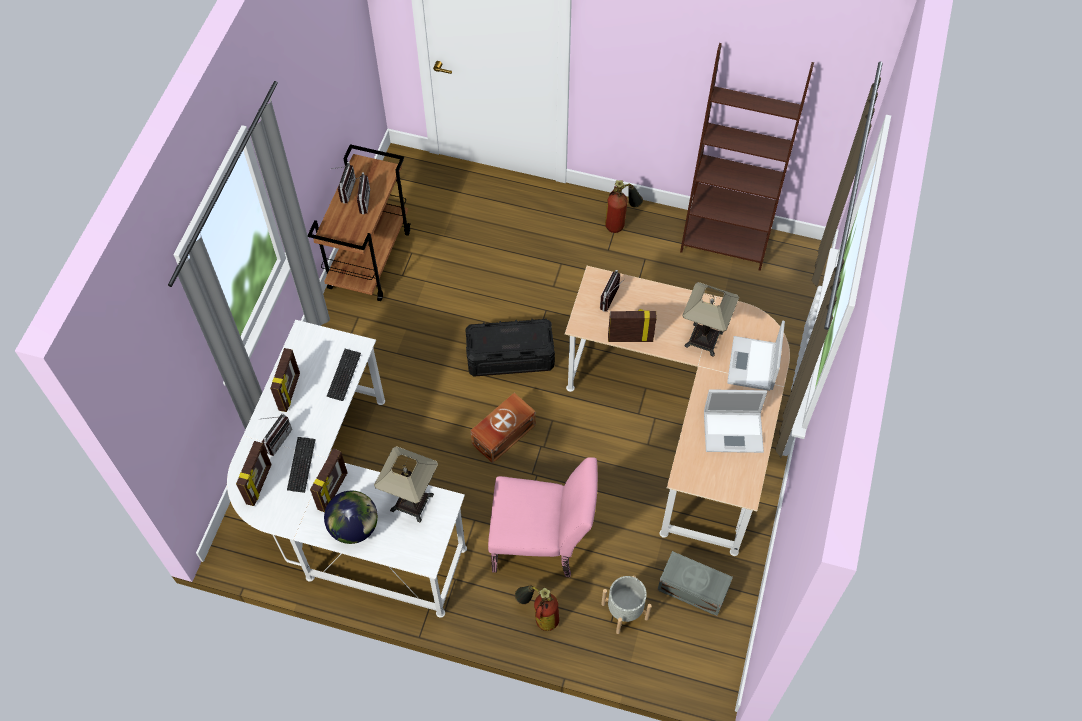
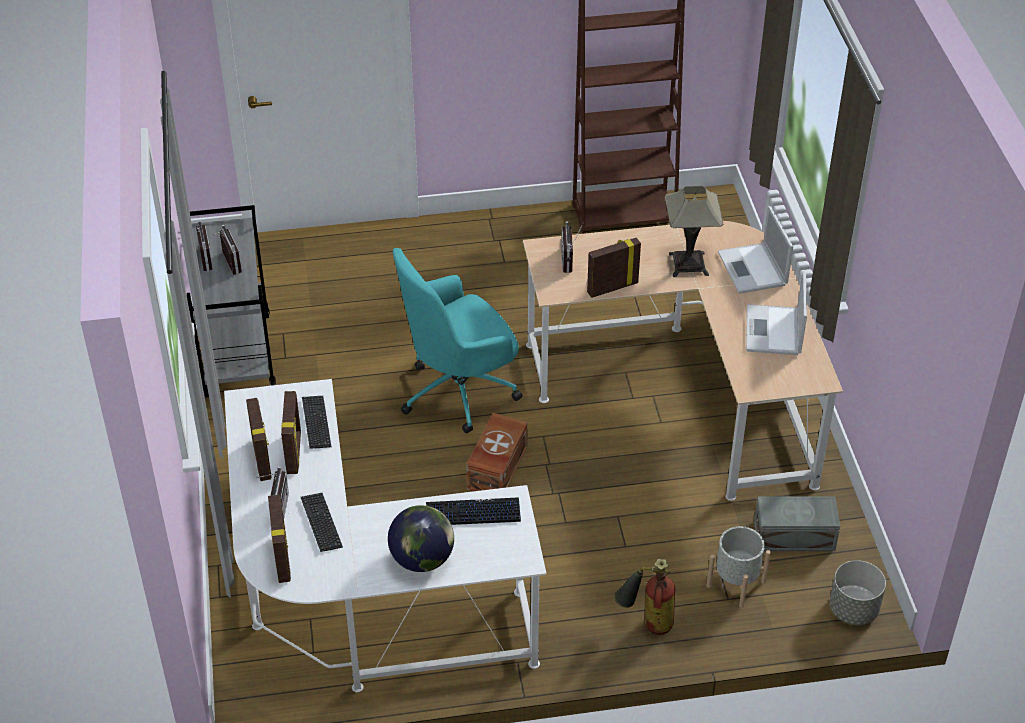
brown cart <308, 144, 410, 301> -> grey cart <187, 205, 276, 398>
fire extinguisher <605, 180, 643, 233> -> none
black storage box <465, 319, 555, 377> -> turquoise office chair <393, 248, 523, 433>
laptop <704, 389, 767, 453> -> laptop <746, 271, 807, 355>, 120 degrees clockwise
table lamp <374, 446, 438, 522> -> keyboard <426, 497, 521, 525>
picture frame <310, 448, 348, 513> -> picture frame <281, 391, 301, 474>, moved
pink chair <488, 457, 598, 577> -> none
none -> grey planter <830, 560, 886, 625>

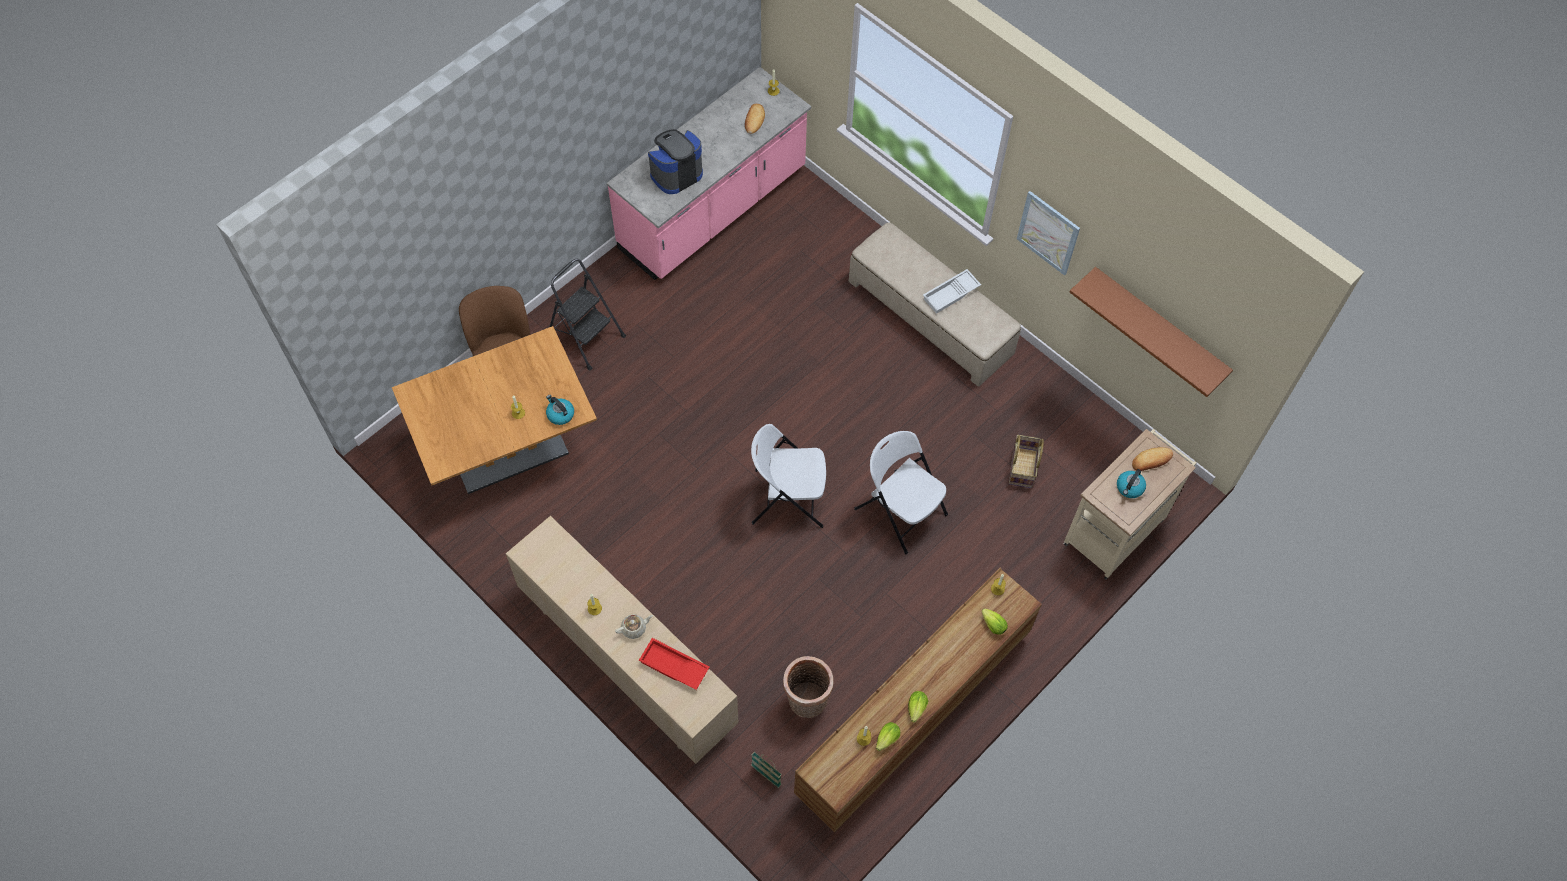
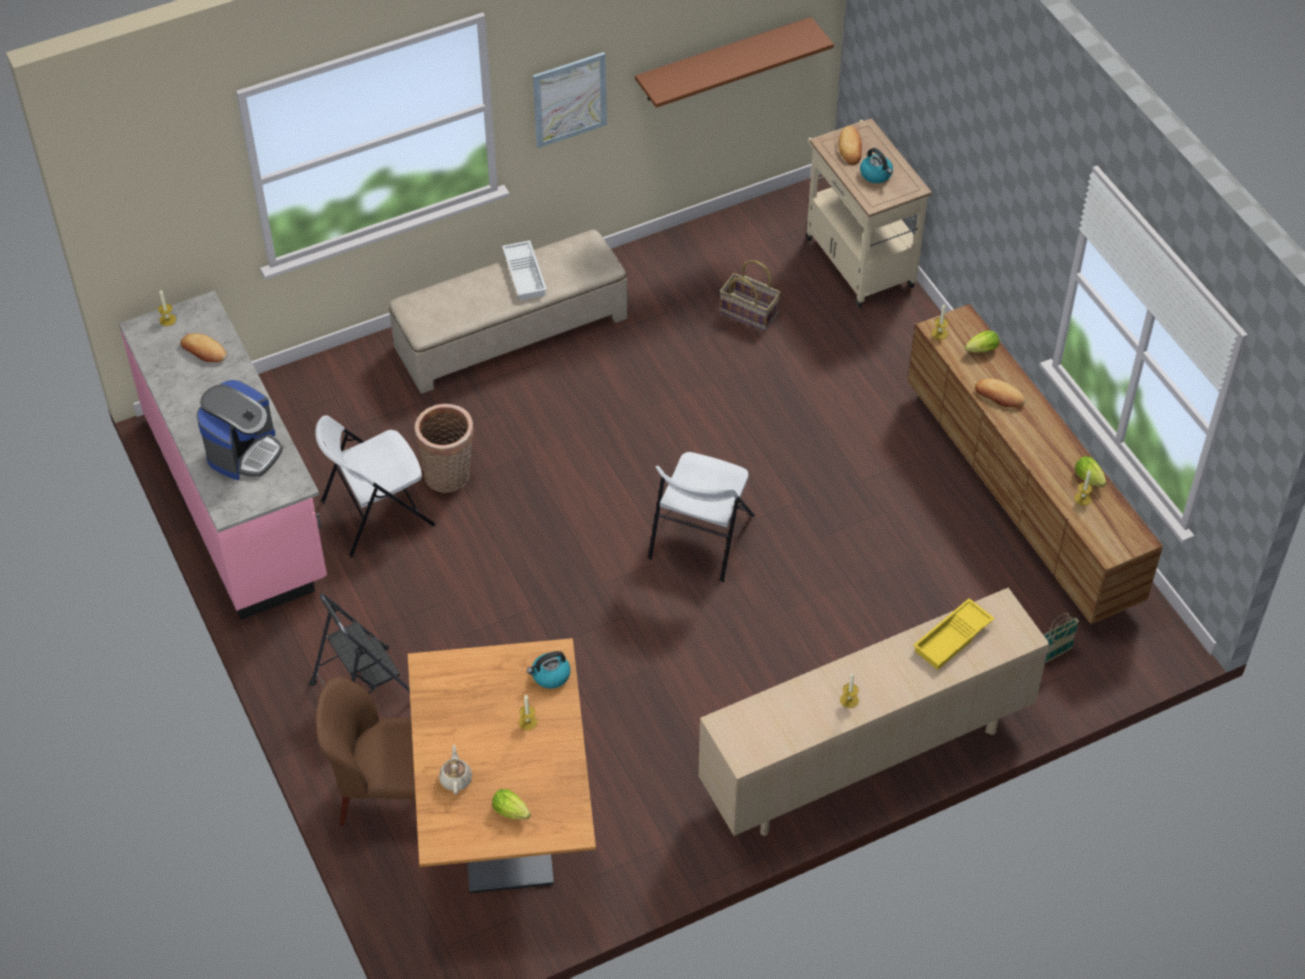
coffee machine <648, 129, 703, 194> -> coffee machine <197, 380, 283, 480>, 135 degrees counterclockwise
white chair <854, 431, 948, 555> -> white chair <315, 415, 435, 558>, moved
beige teapot <615, 614, 653, 639> -> beige teapot <439, 745, 472, 795>, moved
red tray <639, 638, 709, 690> -> yellow tray <913, 598, 995, 670>
basket <783, 656, 834, 718> -> basket <415, 404, 474, 493>, moved
lettuce <908, 691, 928, 723> -> lettuce <492, 789, 531, 819>, moved
none -> bread <975, 378, 1026, 407>

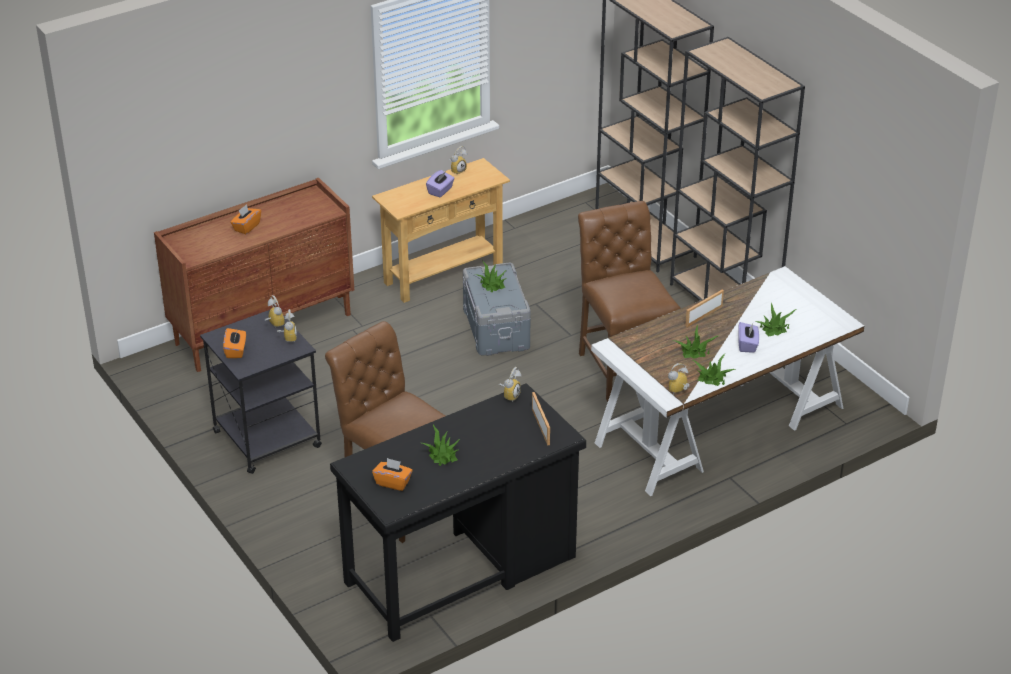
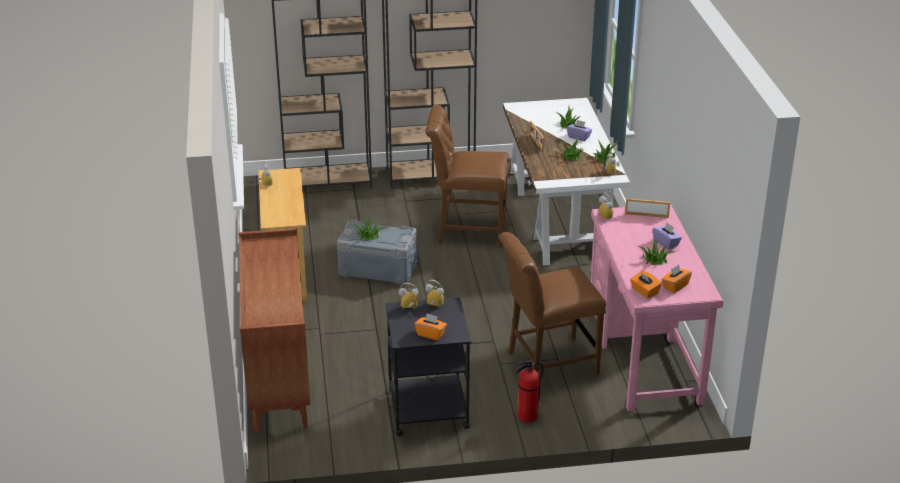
purple tissue box <426, 170, 455, 197> -> purple tissue box <653, 223, 682, 249>, moved
orange tissue box <230, 204, 261, 234> -> orange tissue box <630, 270, 662, 298>, moved
black desk <330, 383, 586, 642> -> pink desk <590, 204, 723, 412>
none -> fire extinguisher <516, 360, 544, 422>

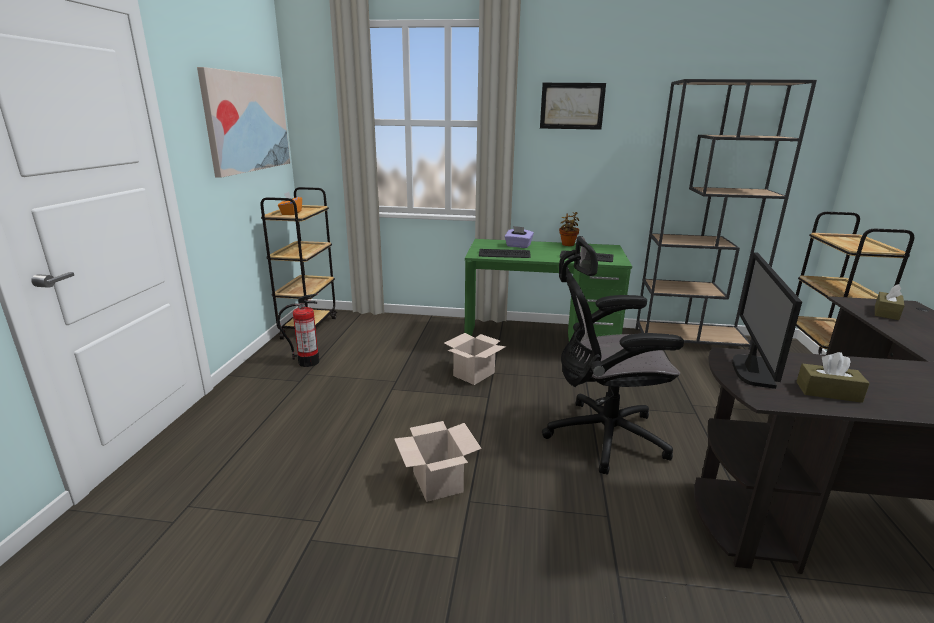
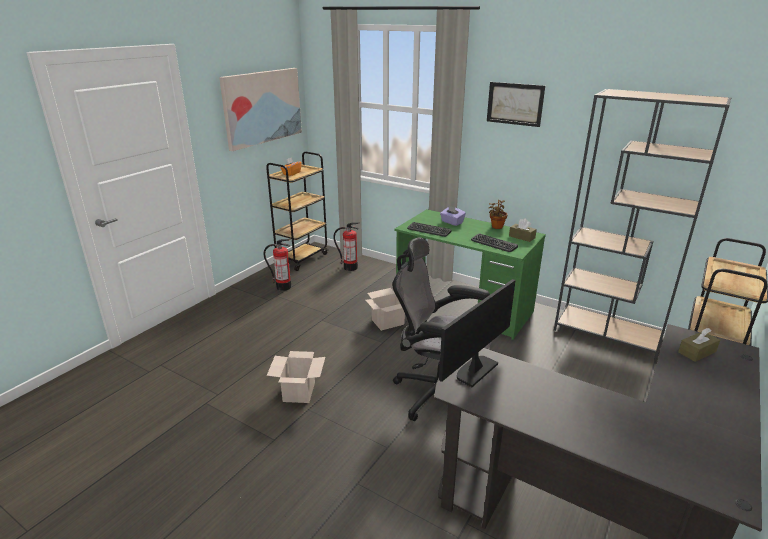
brown tissue box <797, 352, 870, 403> -> brown tissue box <509, 218, 537, 242>, moved
none -> fire extinguisher <333, 222, 360, 271>

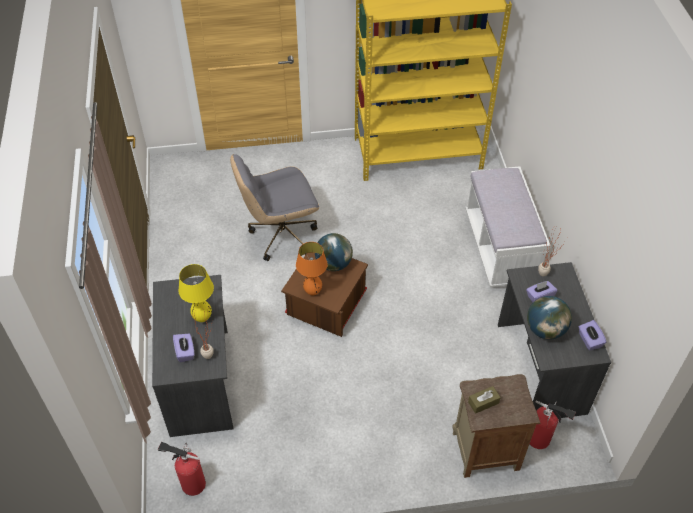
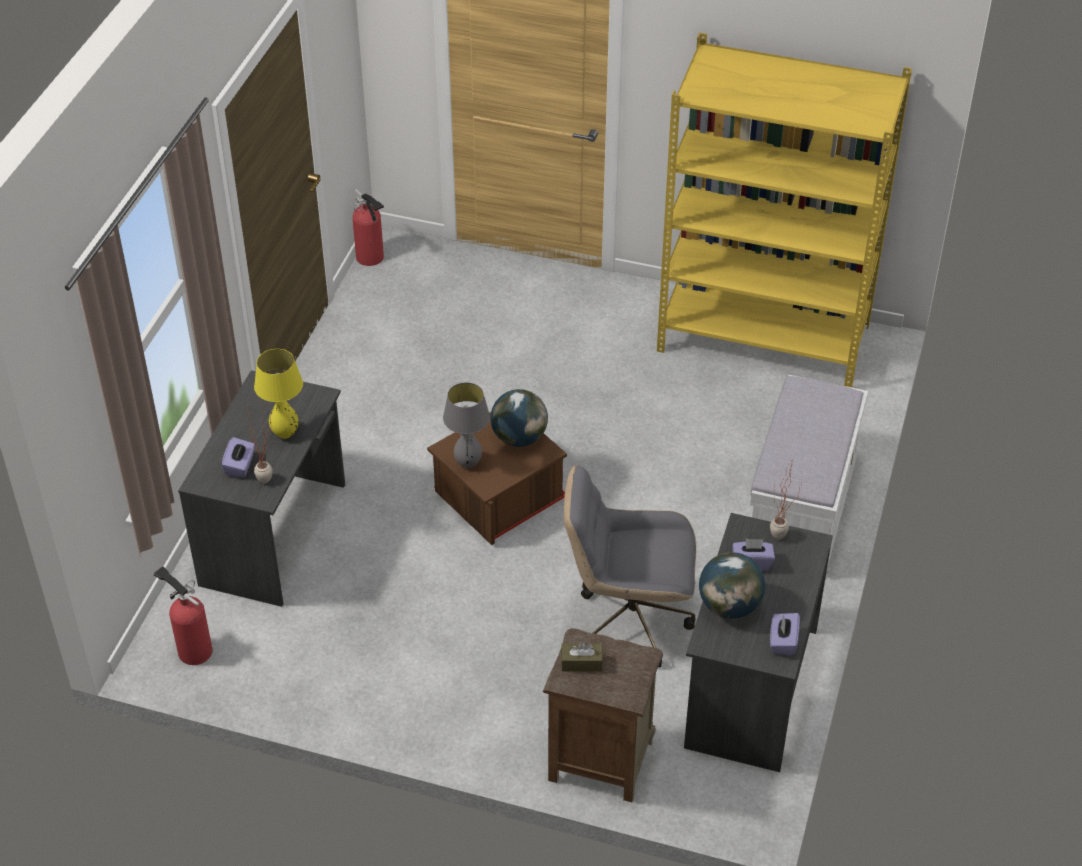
grey office chair <230, 154, 319, 261> -> grey office chair <564, 465, 697, 667>, moved
orange table lamp <296, 242, 328, 296> -> grey table lamp <443, 382, 490, 468>
fire extinguisher <530, 400, 576, 449> -> fire extinguisher <352, 189, 384, 266>, moved

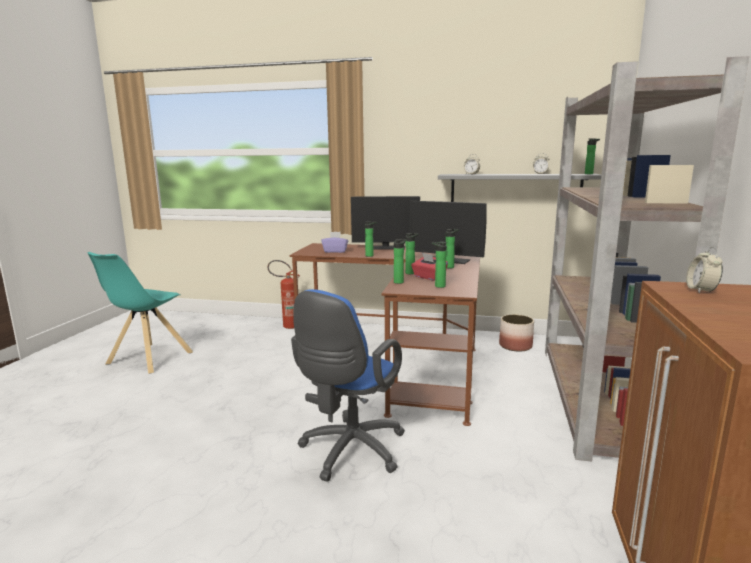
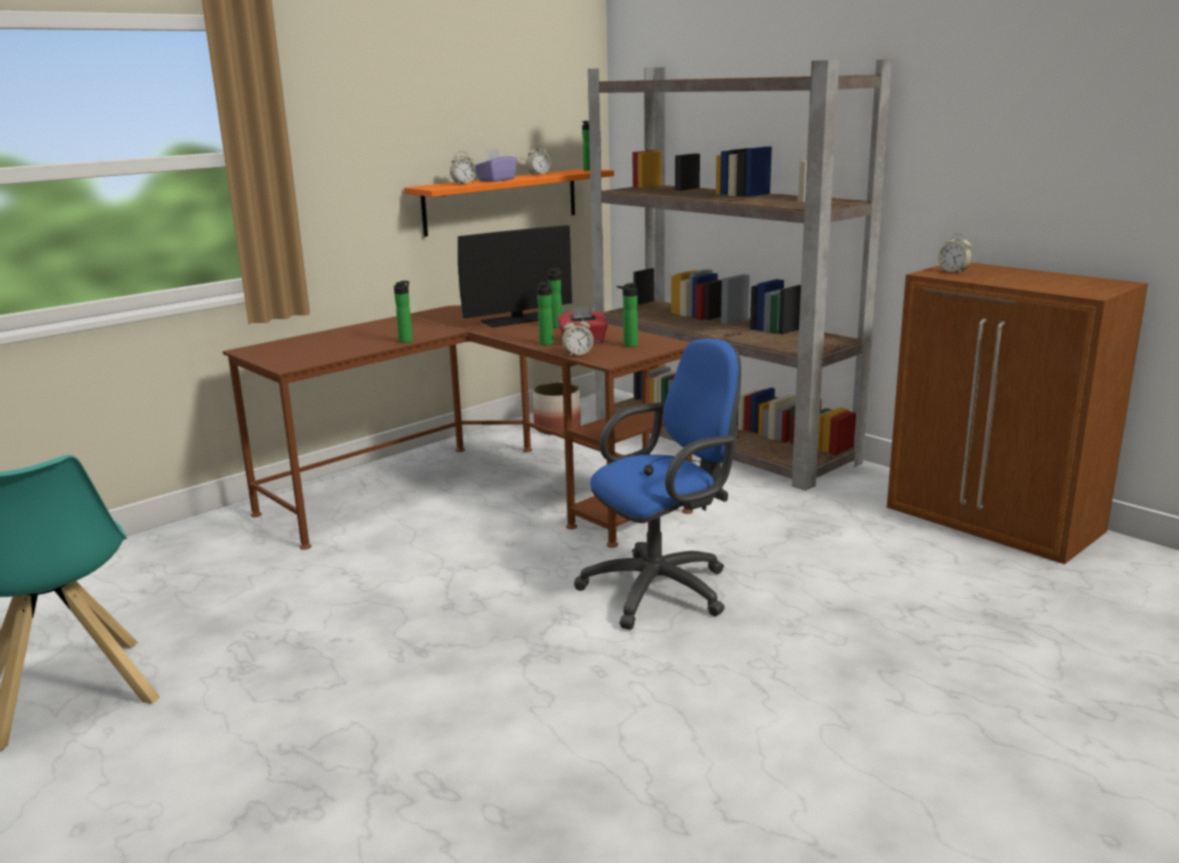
grey shelf <438, 174, 601, 202> -> orange shelf <404, 169, 614, 237>
monitor <351, 196, 420, 250> -> none
purple tissue box <321, 232, 348, 253> -> purple tissue box <475, 148, 517, 182>, moved
bottle <394, 239, 406, 284> -> alarm clock <562, 316, 594, 356>
fire extinguisher <267, 260, 300, 329> -> none
blue office chair <291, 289, 405, 482> -> blue office chair <574, 339, 741, 630>, 90 degrees counterclockwise

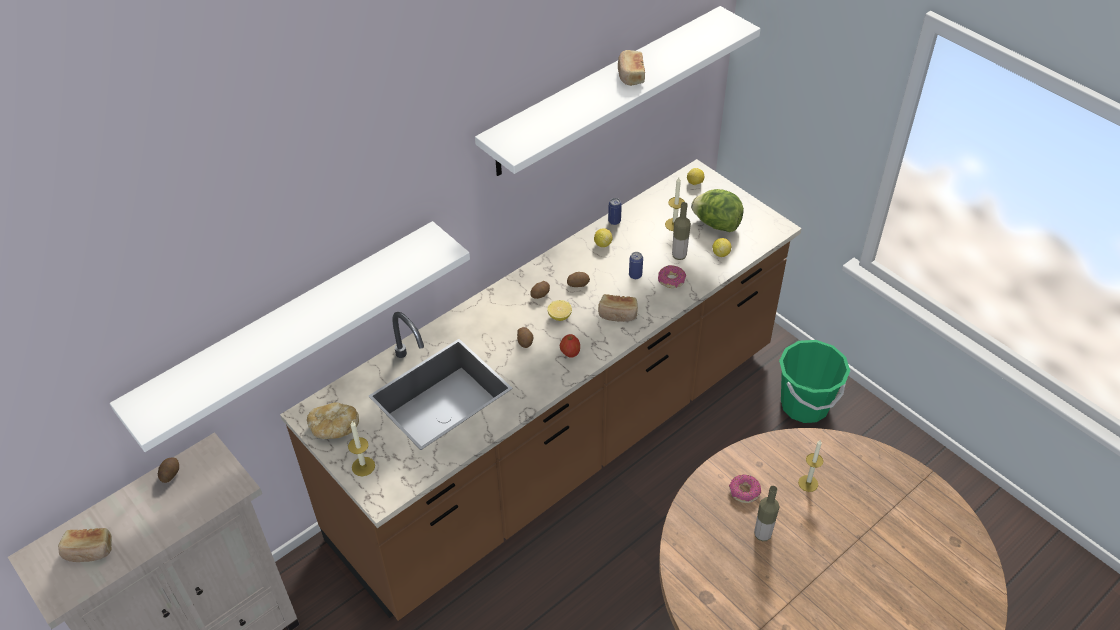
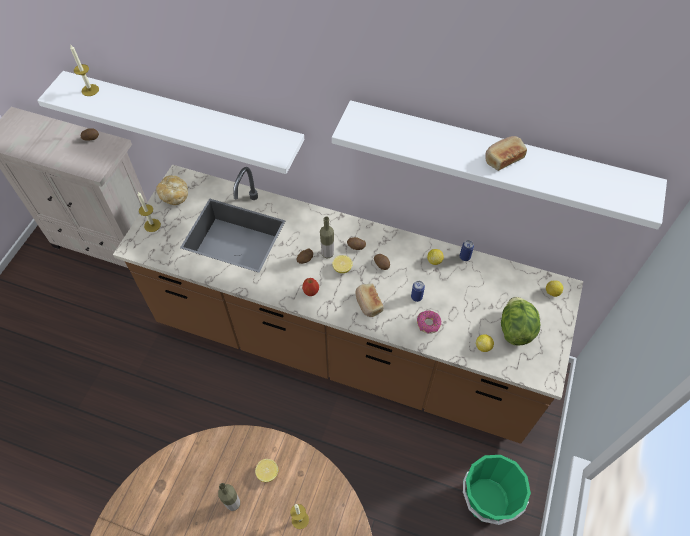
candle <665, 177, 685, 231> -> candle <70, 45, 99, 96>, moved
bottle <672, 202, 691, 260> -> bottle <320, 217, 334, 258>, moved
donut <729, 474, 761, 503> -> lemon <255, 459, 279, 482>
bread <58, 528, 112, 562> -> none

